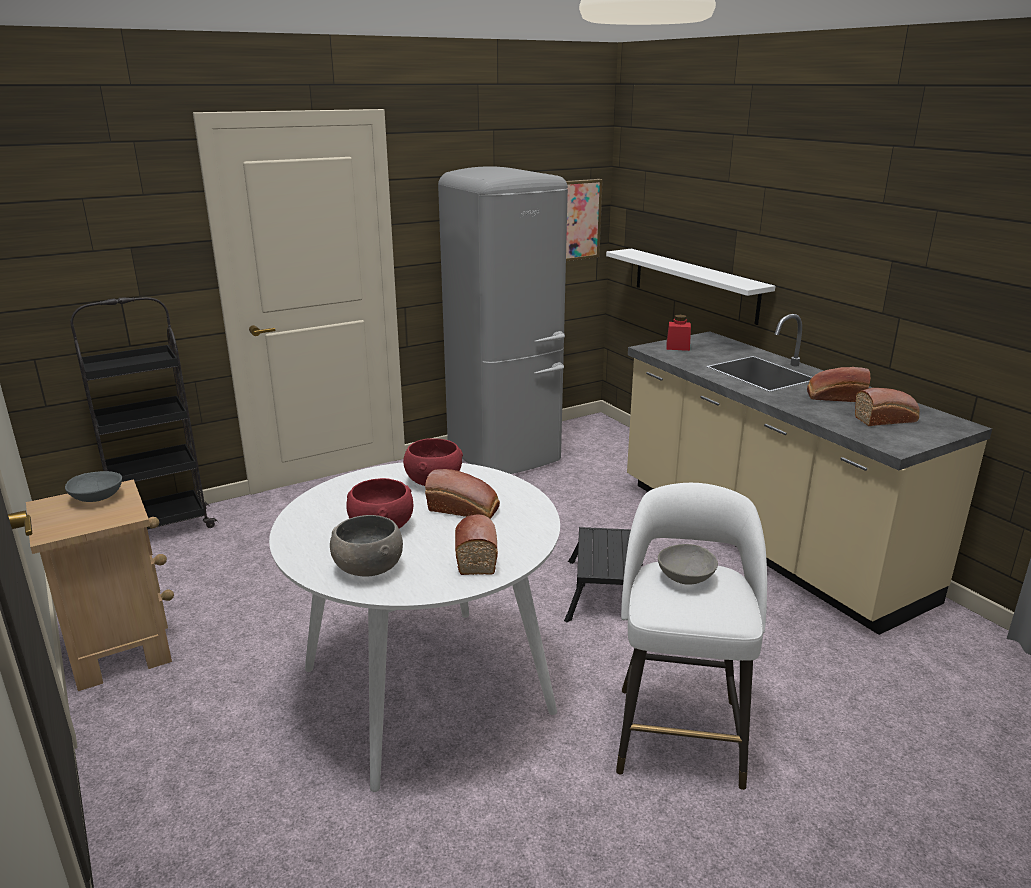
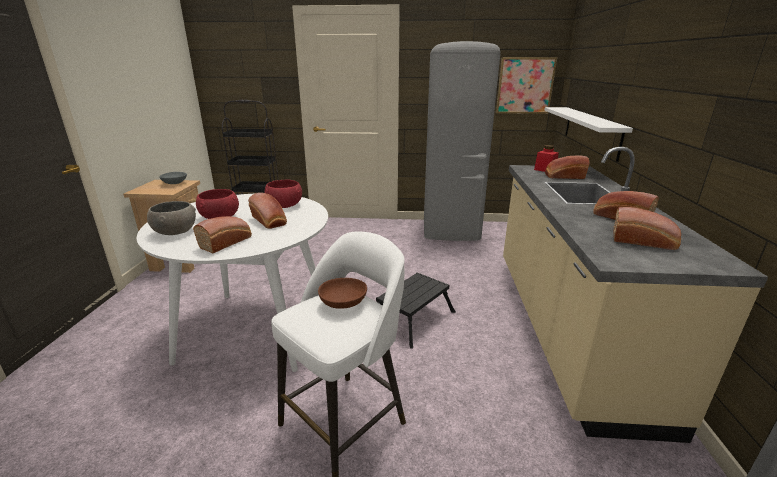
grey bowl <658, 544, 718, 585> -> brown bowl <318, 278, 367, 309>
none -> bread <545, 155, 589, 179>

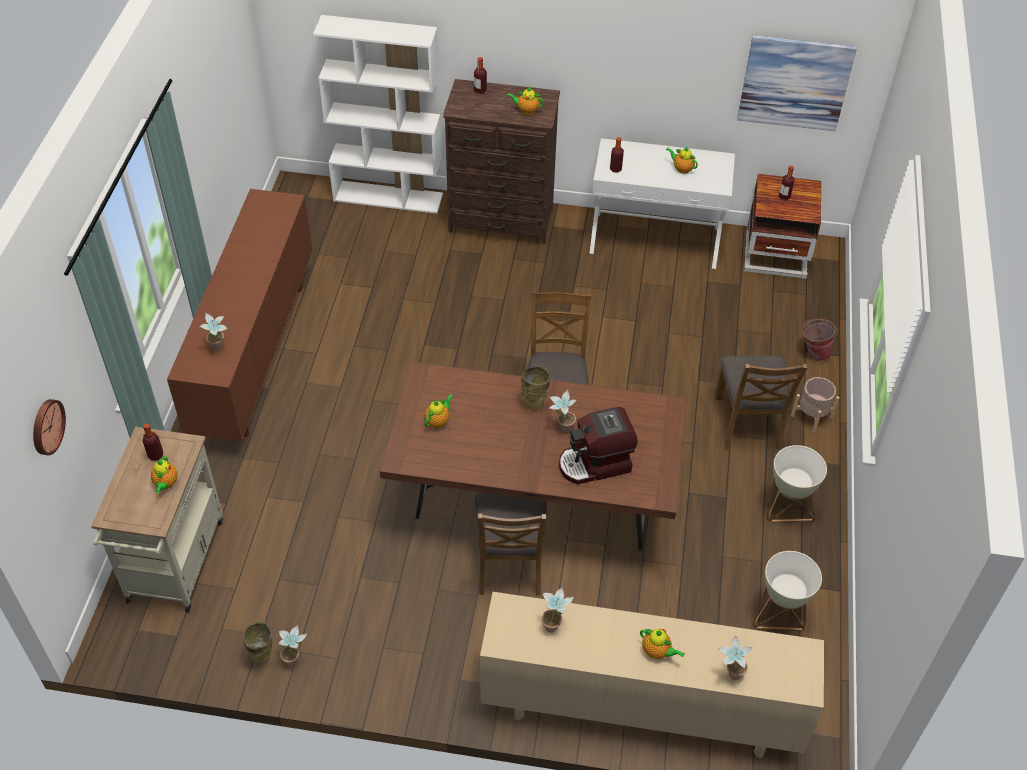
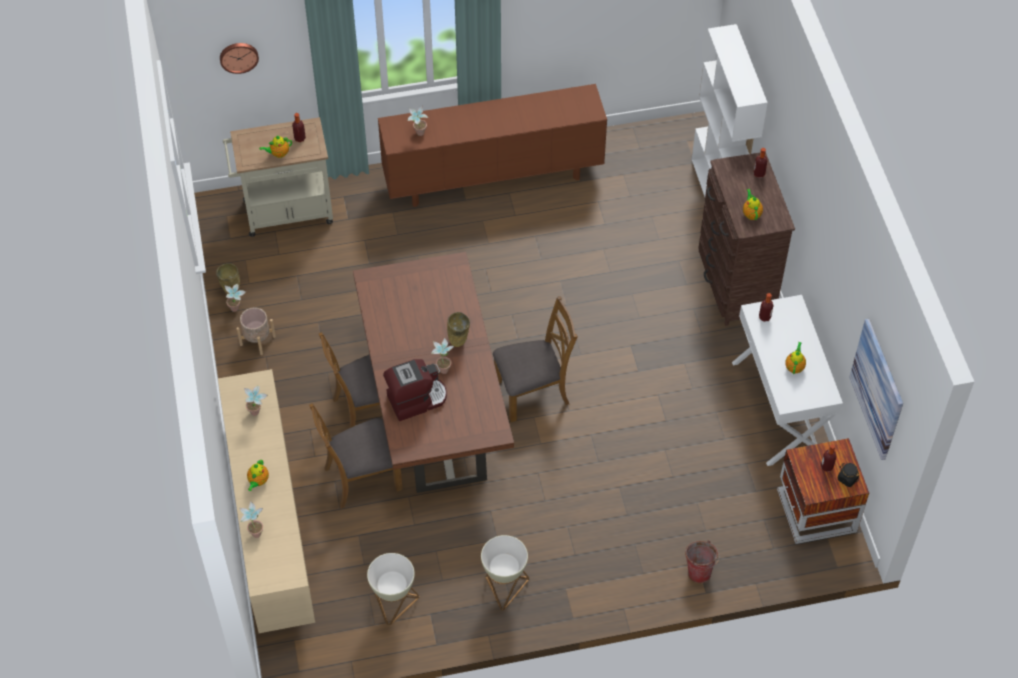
brown chair <715, 355, 808, 450> -> brown chair <309, 403, 403, 509>, moved
beige planter <791, 377, 840, 433> -> beige planter <236, 308, 276, 355>, moved
teapot <424, 394, 454, 429> -> none
coffee machine <559, 407, 638, 484> -> coffee machine <383, 359, 447, 421>, 105 degrees clockwise
none -> black jar <838, 463, 859, 487>

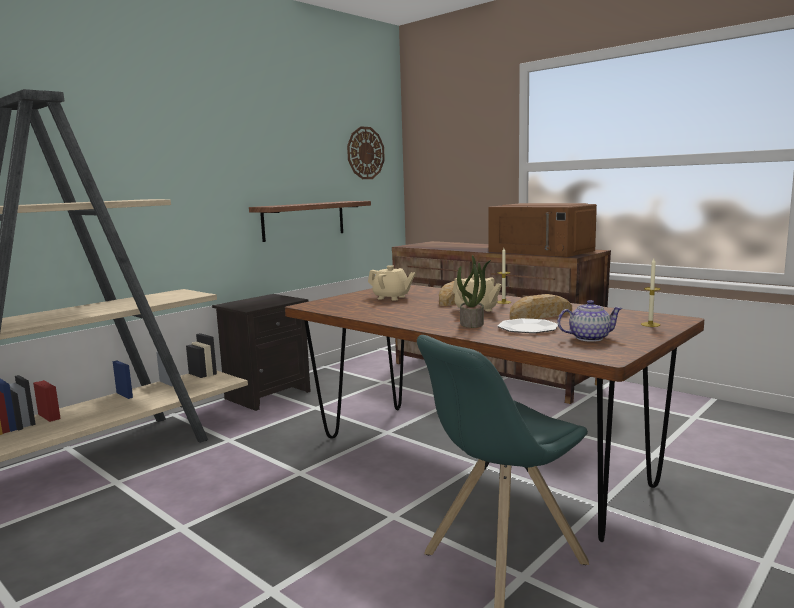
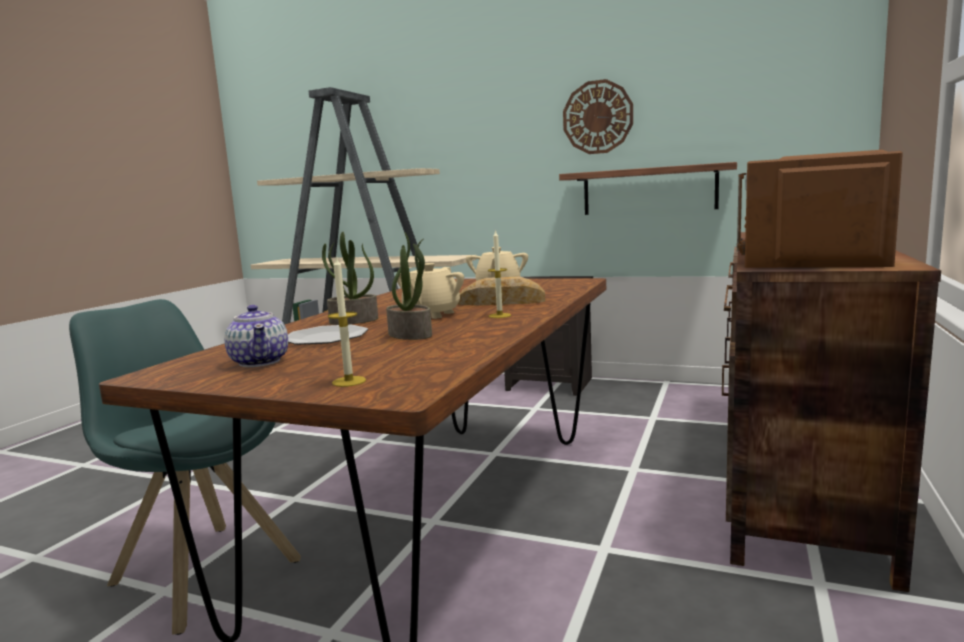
wall clock <347, 126, 385, 179> -> wall clock <563, 79, 633, 154>, moved
bread <510, 294, 572, 320> -> potted plant <386, 232, 432, 340>

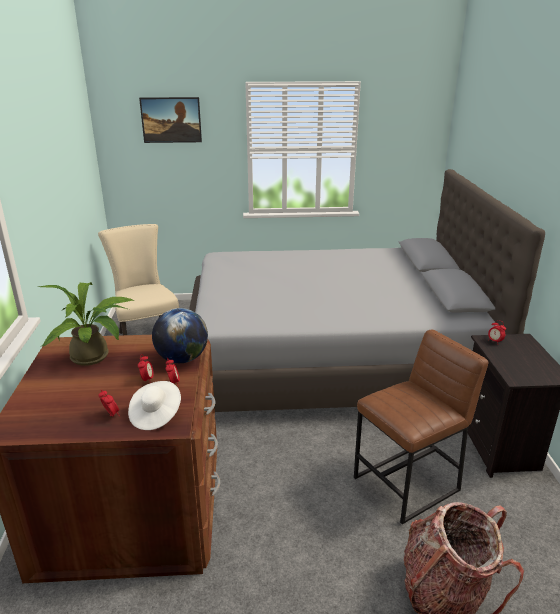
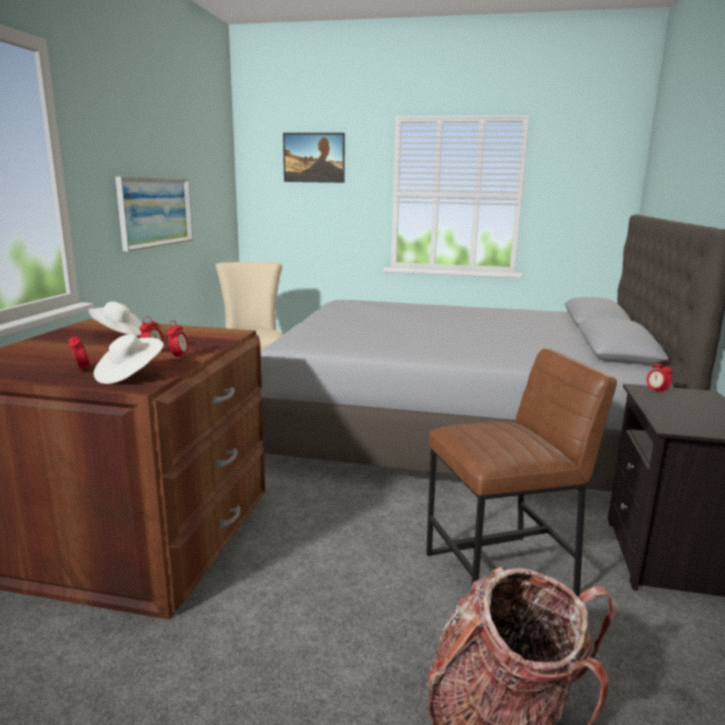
potted plant <38, 282, 134, 366> -> white hat <88, 301, 143, 336>
globe <152, 308, 208, 363> -> none
none -> picture <115, 176, 193, 252>

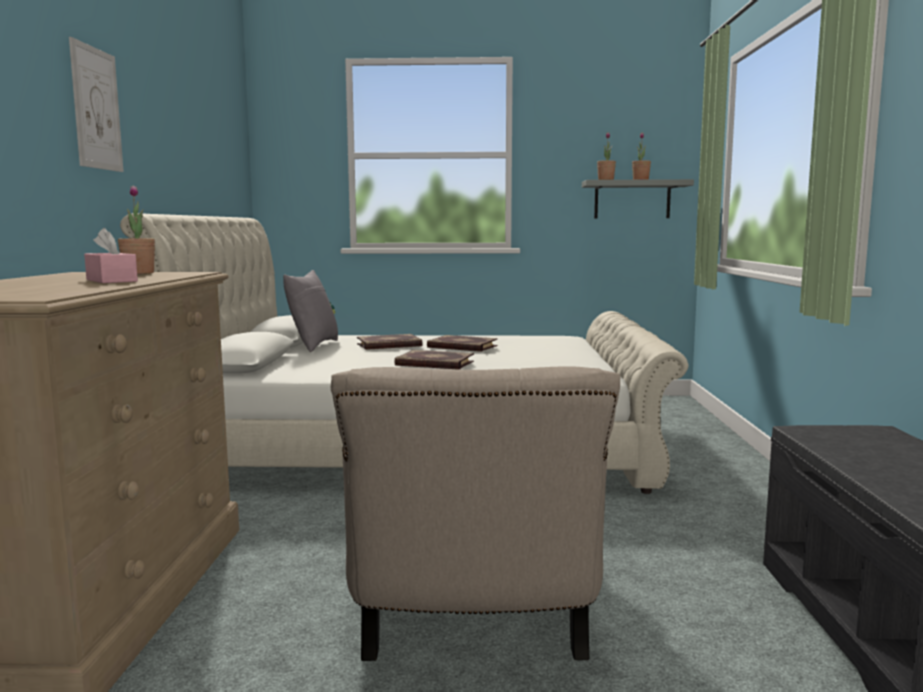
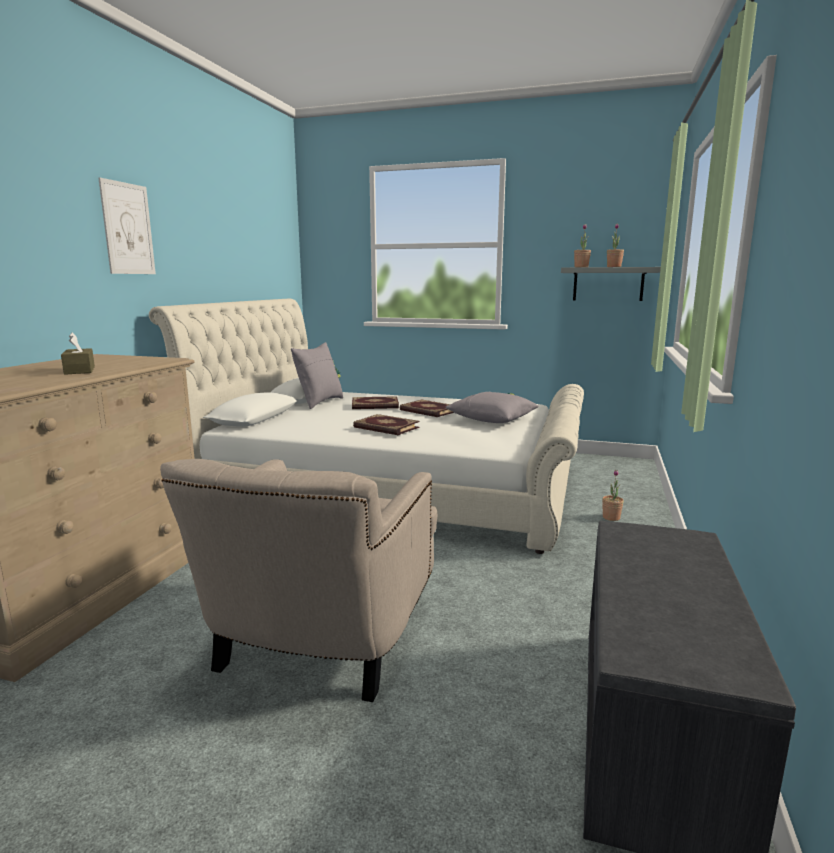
potted plant <118, 186, 155, 274> -> potted plant <602, 470, 624, 521>, moved
pink tissue box <84, 228, 138, 283> -> brown tissue box <61, 332, 95, 375>
none -> grey pillow <446, 392, 538, 423>

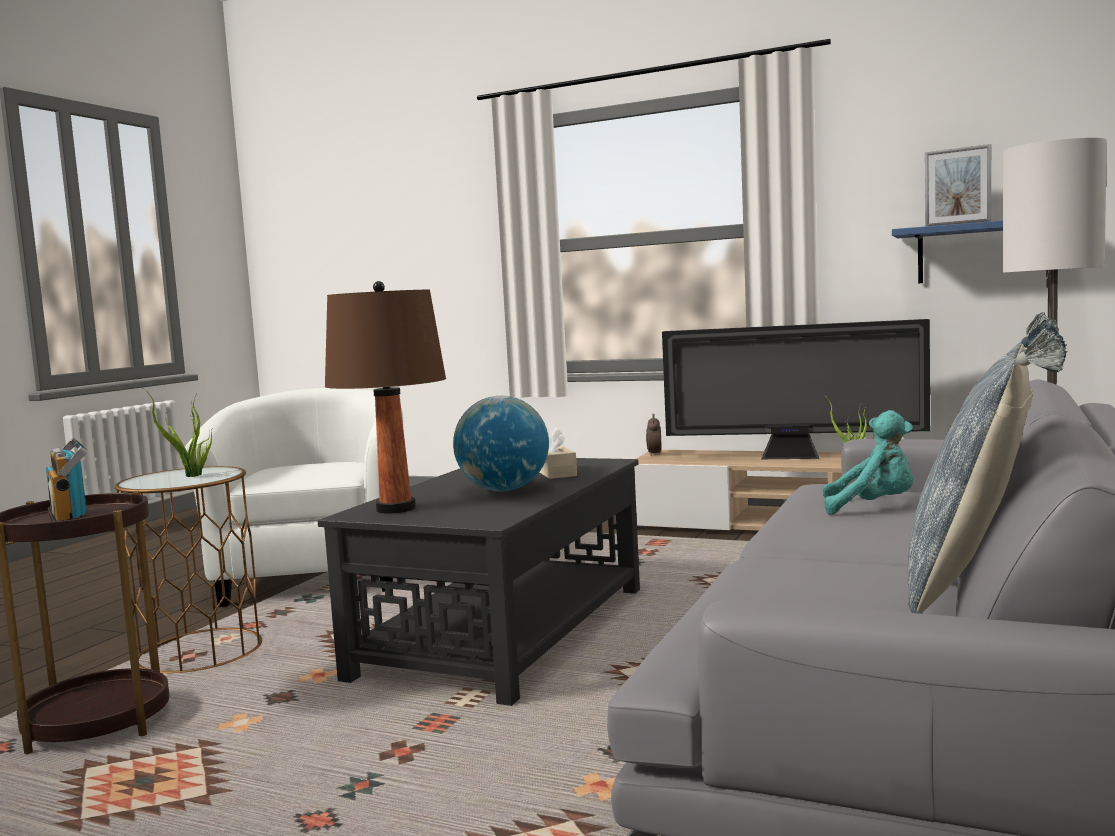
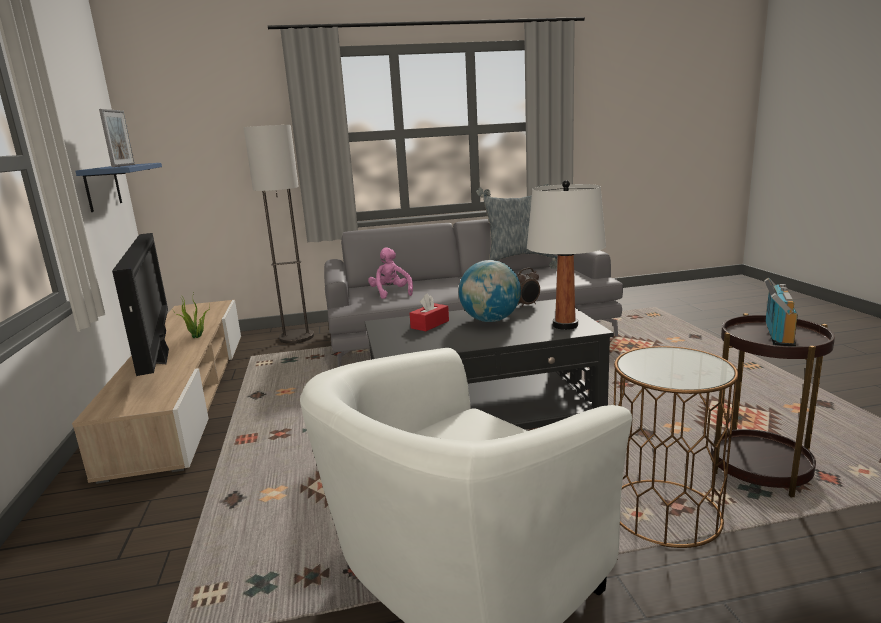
brown table lamp <325, 281, 446, 514> -> white table lamp <527, 180, 606, 330>
potted plant <144, 389, 213, 477> -> none
turquoise plush toy <822, 410, 913, 515> -> pink plush toy <368, 247, 413, 299>
alarm clock <646, 414, 662, 456> -> alarm clock <517, 268, 540, 307>, moved
beige tissue box <539, 427, 577, 479> -> red tissue box <410, 293, 449, 331>

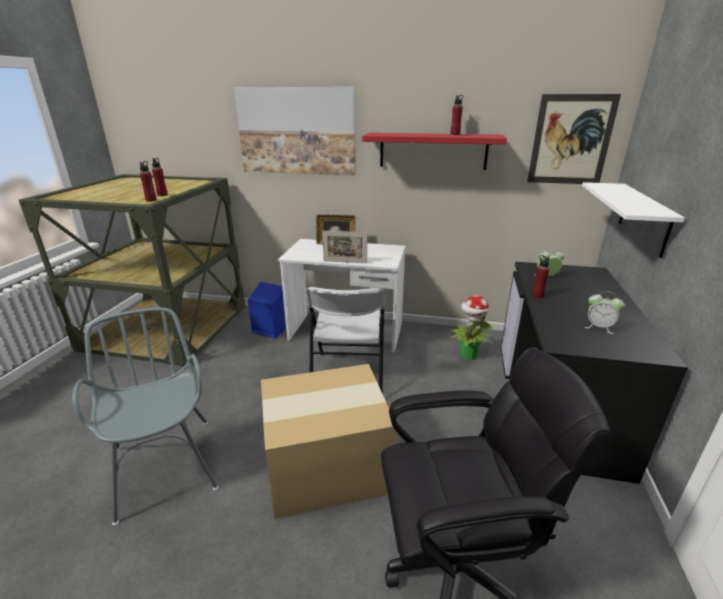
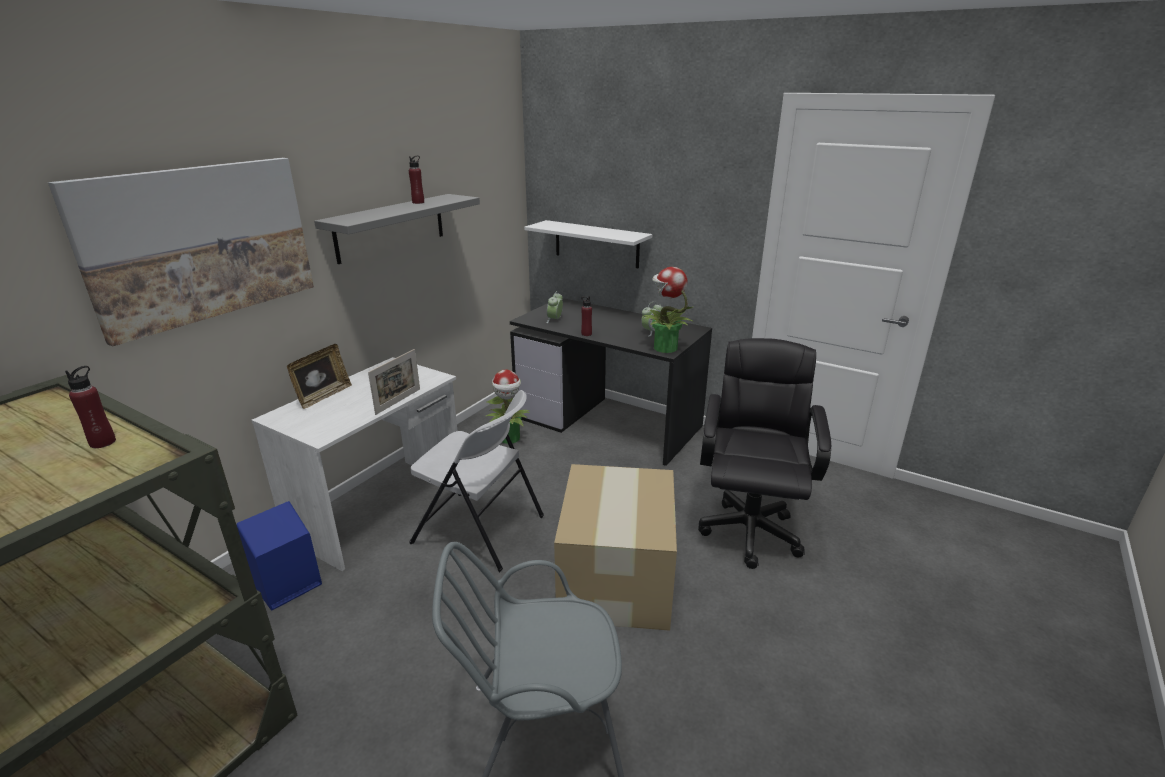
picture <527, 94, 621, 184> -> none
red shelf <362, 133, 507, 170> -> grey shelf <314, 194, 480, 264>
red bottle <140, 161, 157, 202> -> none
none -> potted plant <642, 267, 694, 353>

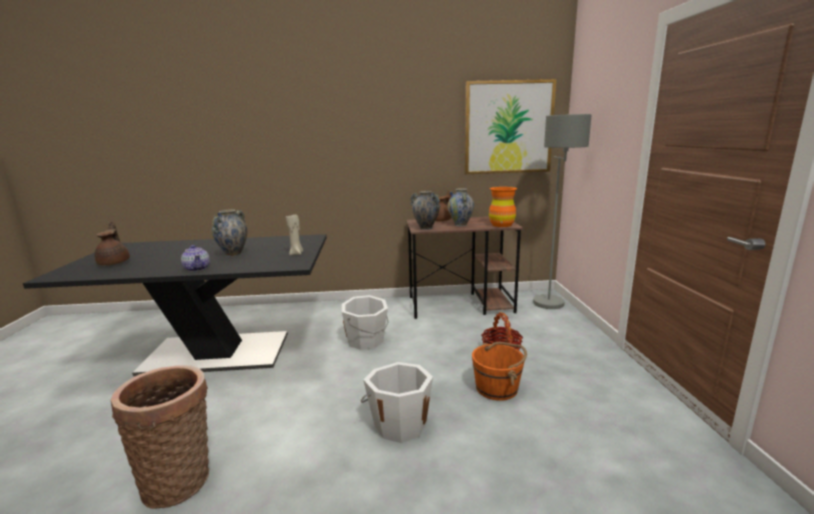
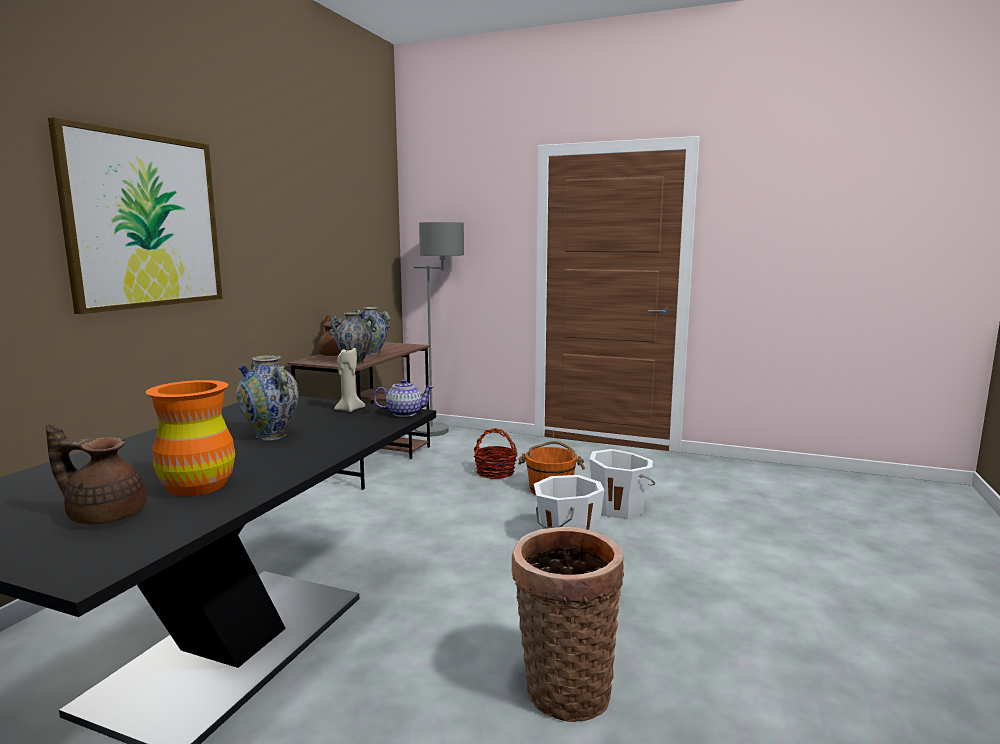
picture <465, 79, 557, 174> -> picture <48, 117, 223, 314>, moved
orange vase <489, 187, 517, 227> -> orange vase <146, 380, 235, 496>, moved
teapot <181, 245, 210, 272> -> teapot <373, 379, 434, 417>, moved
white bucket <342, 295, 388, 350> -> white bucket <590, 449, 655, 519>, moved

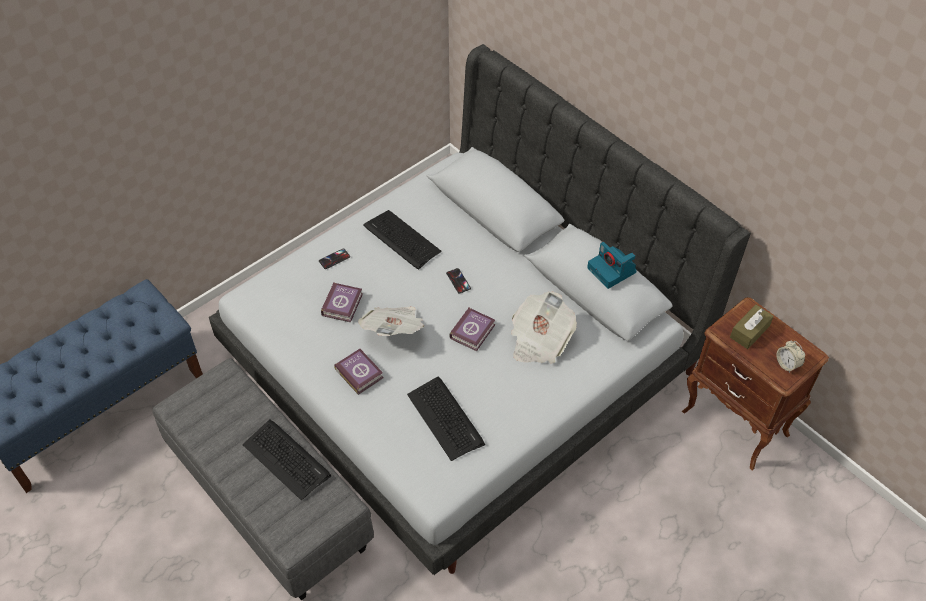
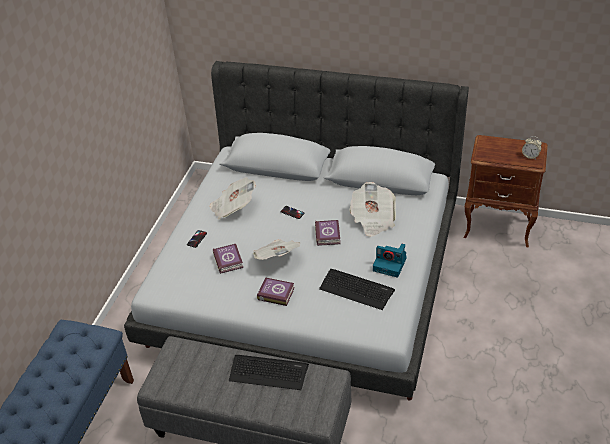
keyboard <363, 210, 441, 270> -> newspaper <209, 177, 256, 219>
photo camera <587, 242, 637, 289> -> photo camera <373, 244, 407, 278>, moved
brown tissue box <730, 305, 774, 349> -> none

